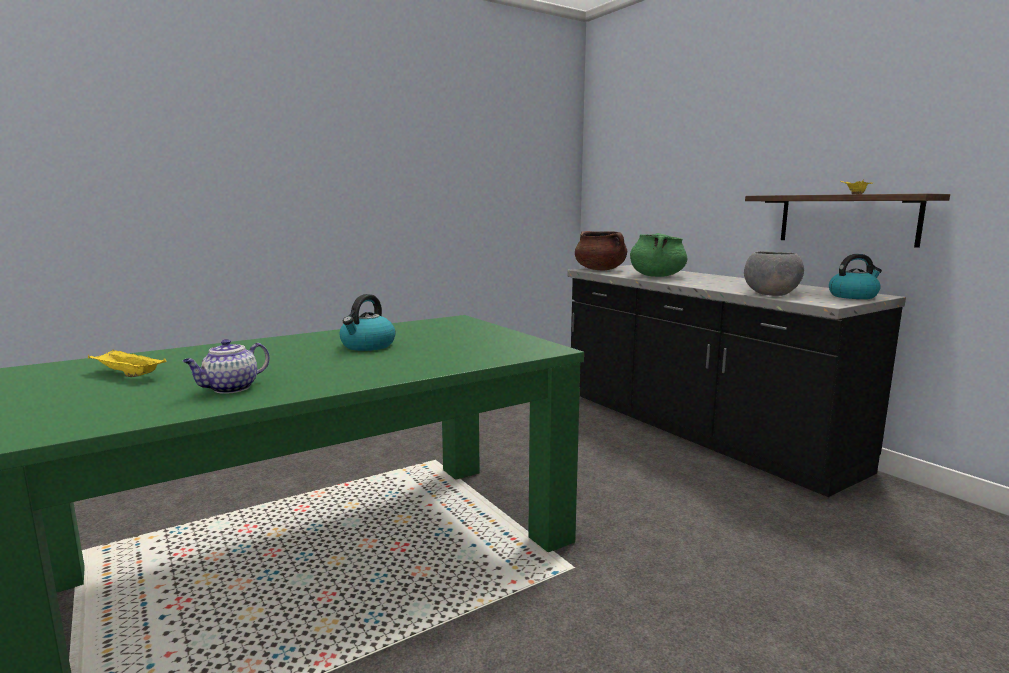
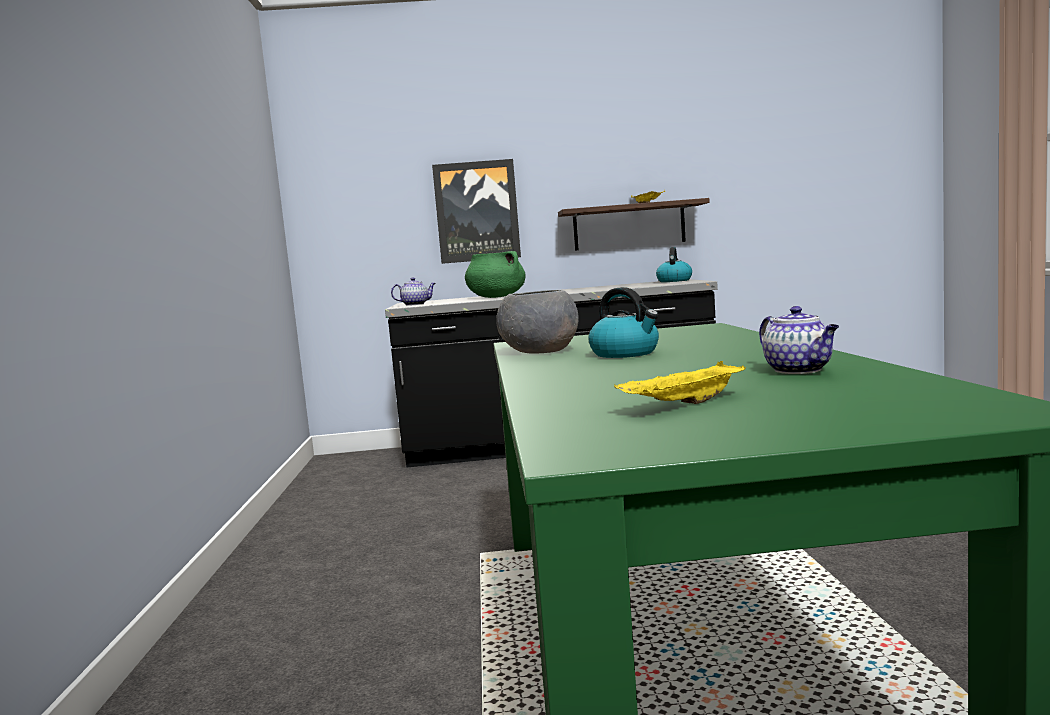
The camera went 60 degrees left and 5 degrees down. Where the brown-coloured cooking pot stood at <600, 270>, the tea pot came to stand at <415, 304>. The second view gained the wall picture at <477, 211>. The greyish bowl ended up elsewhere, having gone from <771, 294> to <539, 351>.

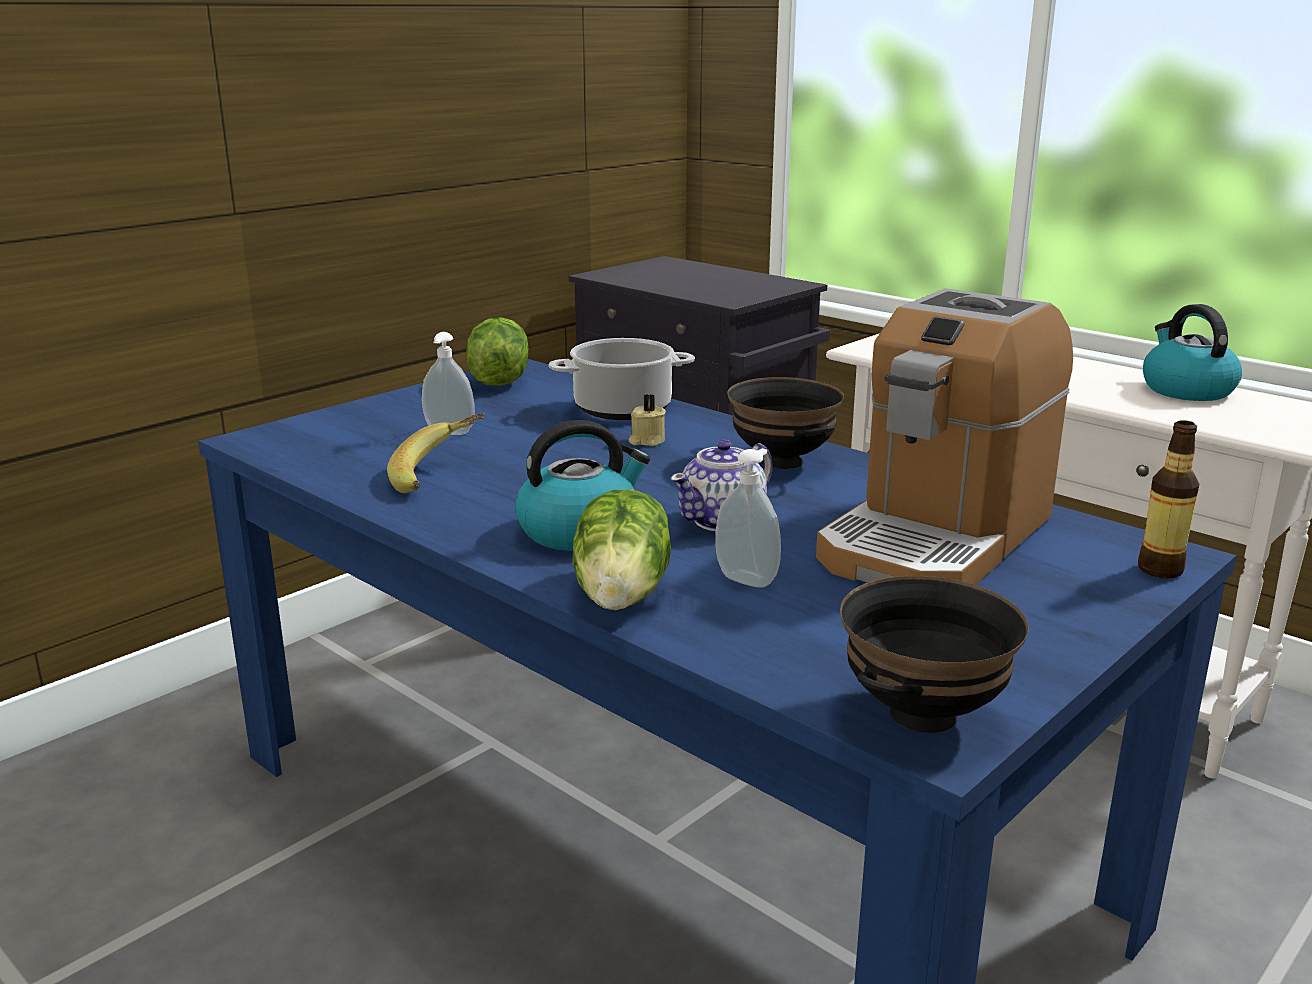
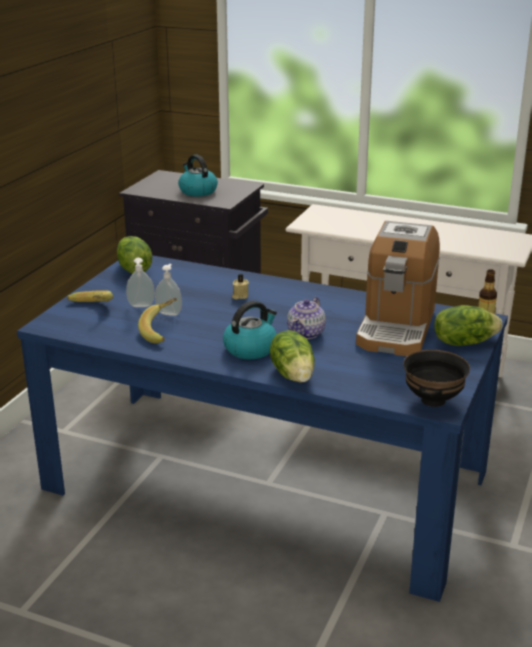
The camera went 20 degrees left and 5 degrees up. The second view gained the banana fruit at <89, 309>. The soap dispenser ended up elsewhere, having gone from <748, 579> to <169, 313>. The water kettle ended up elsewhere, having gone from <1185, 390> to <197, 191>. The second view gained the head of lettuce at <463, 342>. The second view lost the cooking pot at <624, 408>. The second view lost the black-coloured bowl at <781, 461>.

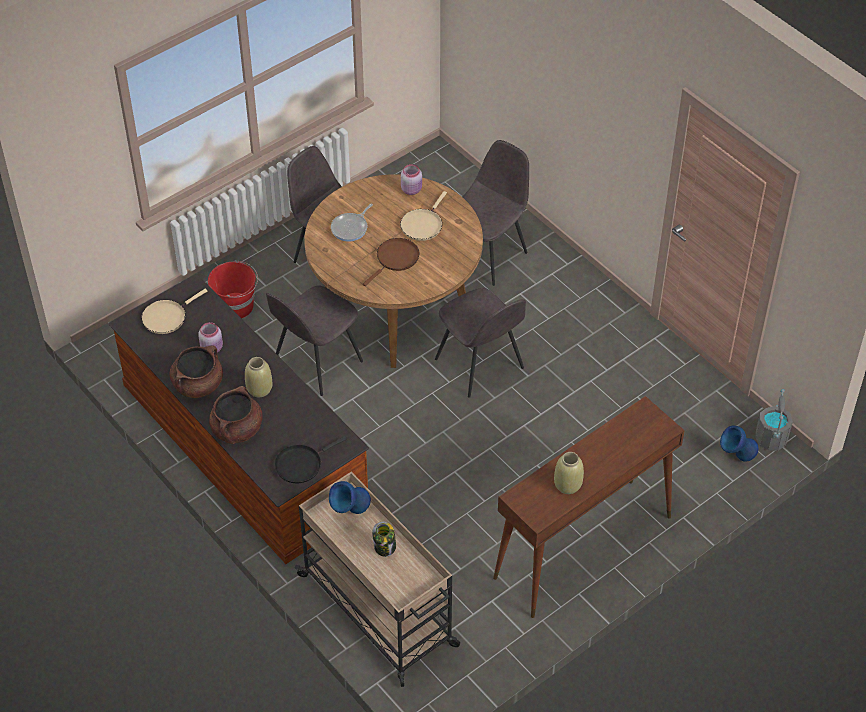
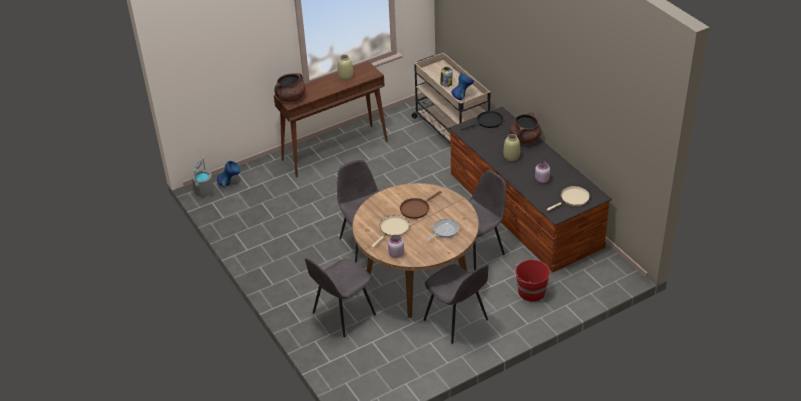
The camera went 170 degrees left and 10 degrees down. The brown-coloured cooking pot ended up elsewhere, having gone from <198, 384> to <290, 98>.

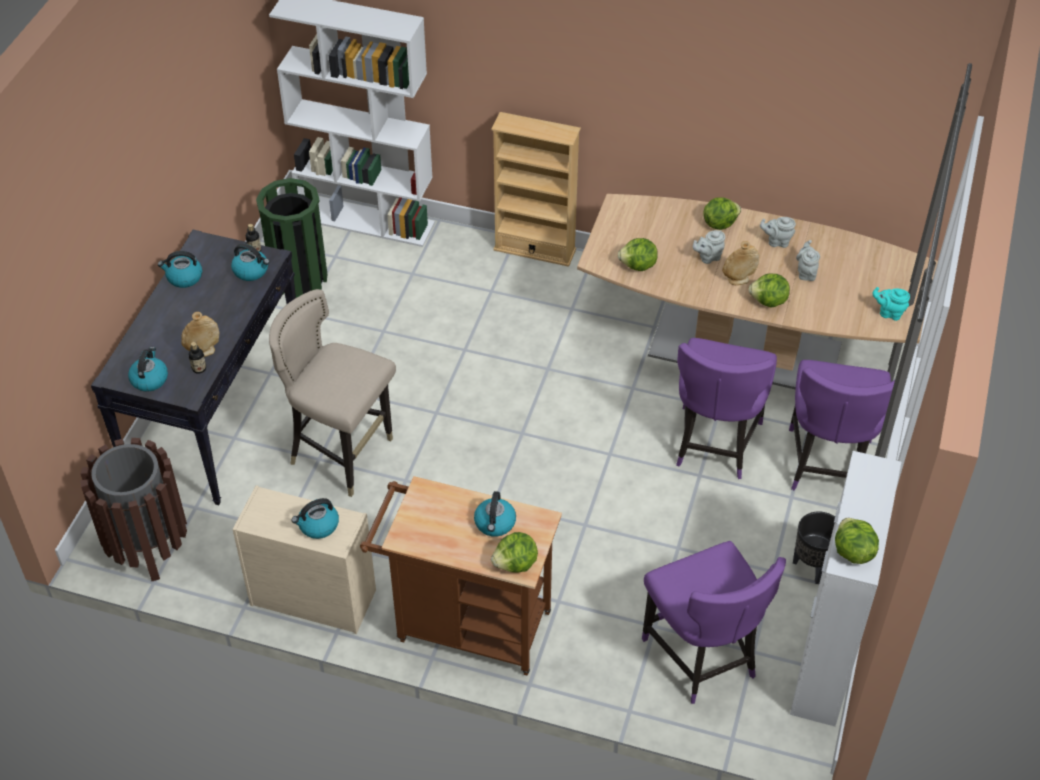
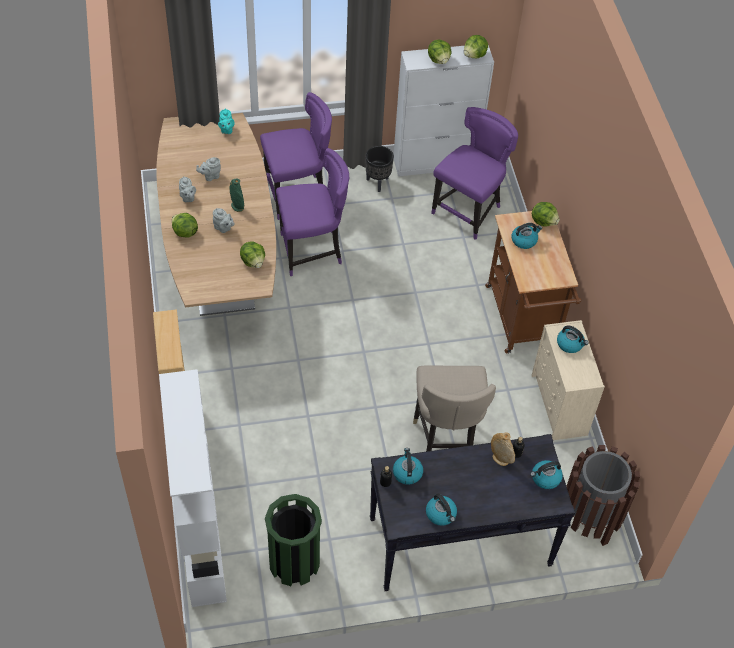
The camera went 120 degrees left and 5 degrees up. What was the beige vase at <738, 280> turned into the greenish vase at <237, 207>. The head of lettuce ended up elsewhere, having gone from <768, 302> to <439, 60>.

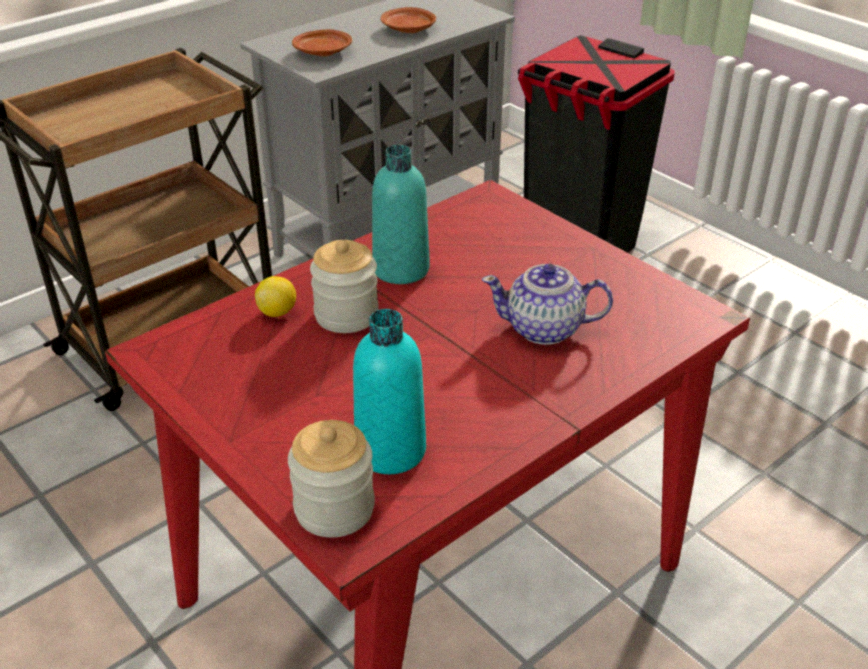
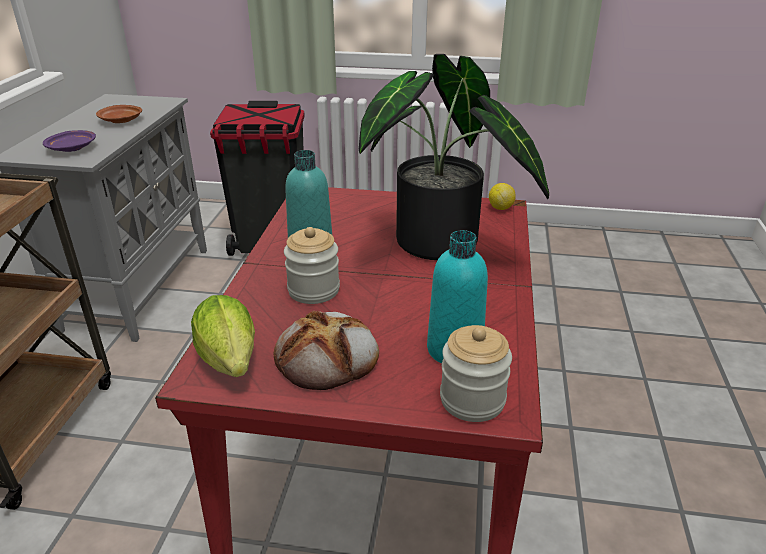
The camera went 40 degrees left and 5 degrees down. What was the brown-coloured flat dish at <324, 52> turned into the purplish flat dish at <72, 148>. The second view gained the head of lettuce at <231, 364>. The second view gained the bakery bread at <328, 357>. Where the tea pot stood at <545, 329>, the houseplant came to stand at <441, 246>. The lemon ended up elsewhere, having gone from <277, 312> to <500, 208>.

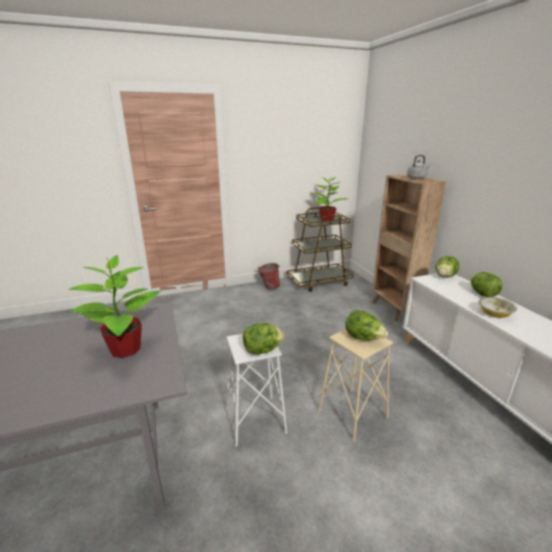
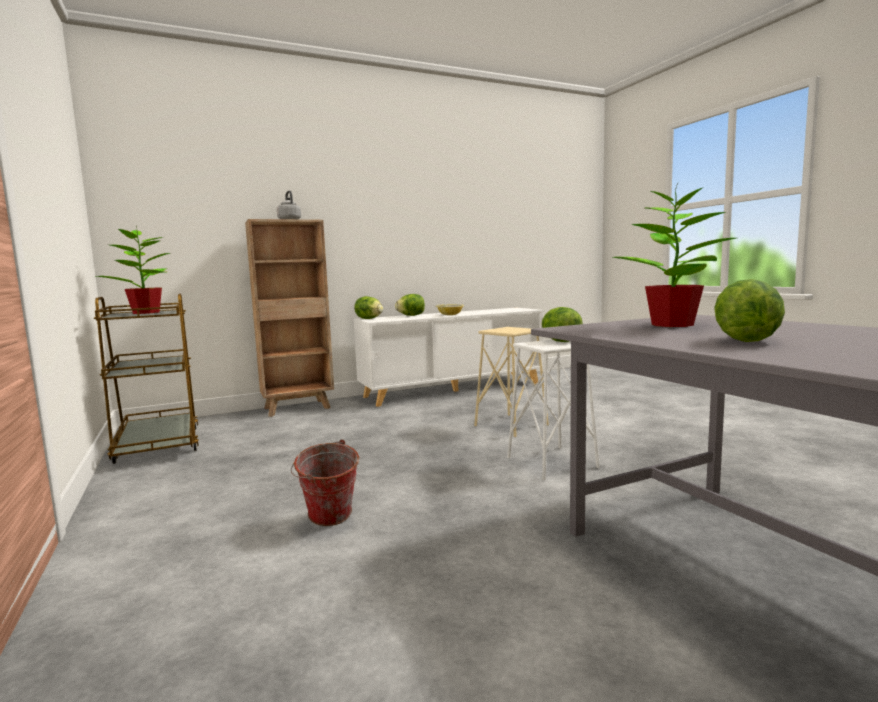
The camera went 95 degrees left and 15 degrees down. The pail ended up elsewhere, having gone from <269, 287> to <329, 521>. The head of lettuce ended up elsewhere, having gone from <363, 338> to <745, 340>.

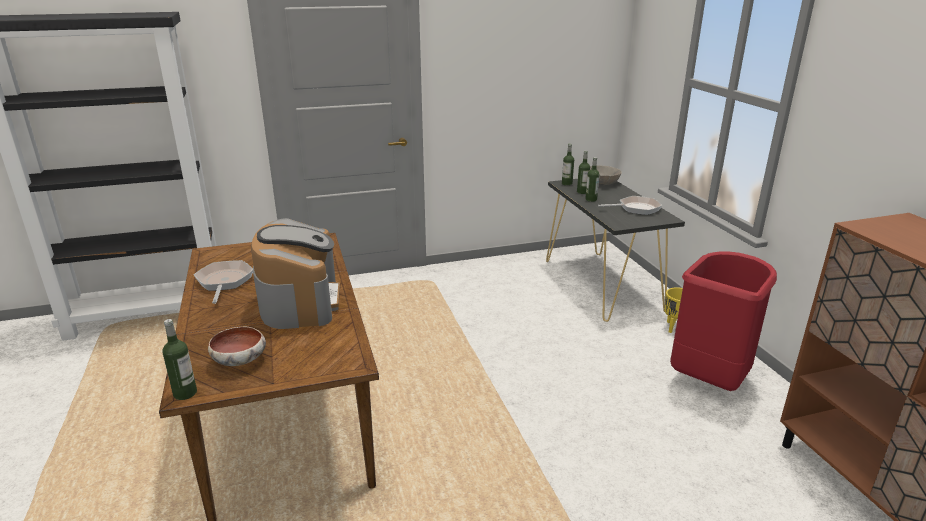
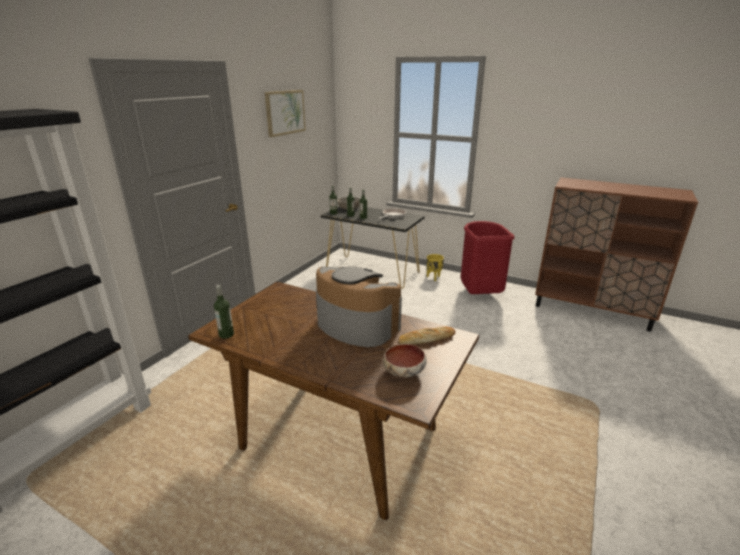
The camera went 45 degrees left and 0 degrees up. The beverage bottle ended up elsewhere, having gone from <185, 393> to <226, 334>. The second view gained the wall picture at <285, 112>. The second view gained the bakery bread at <426, 339>. The second view lost the skillet at <224, 282>.

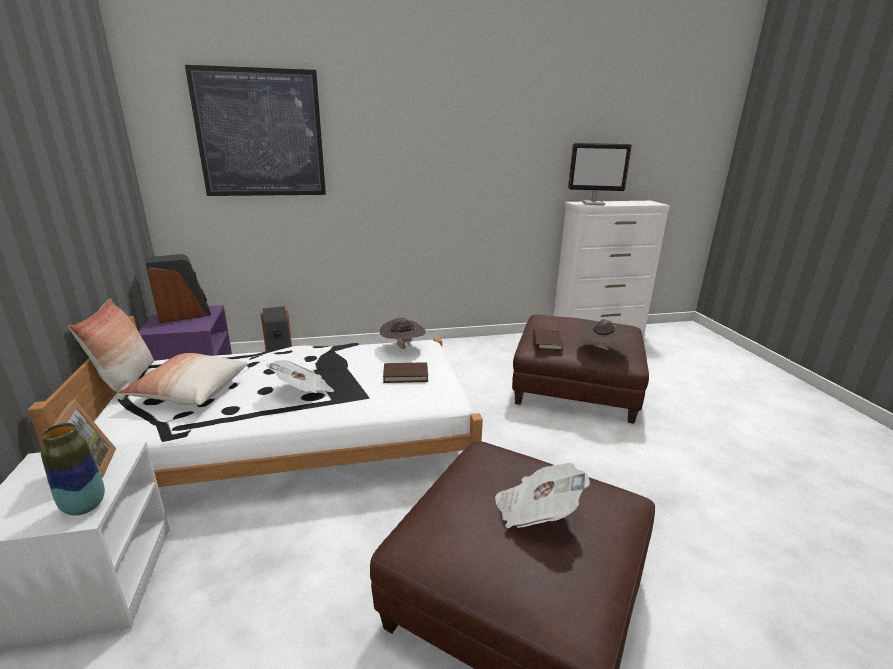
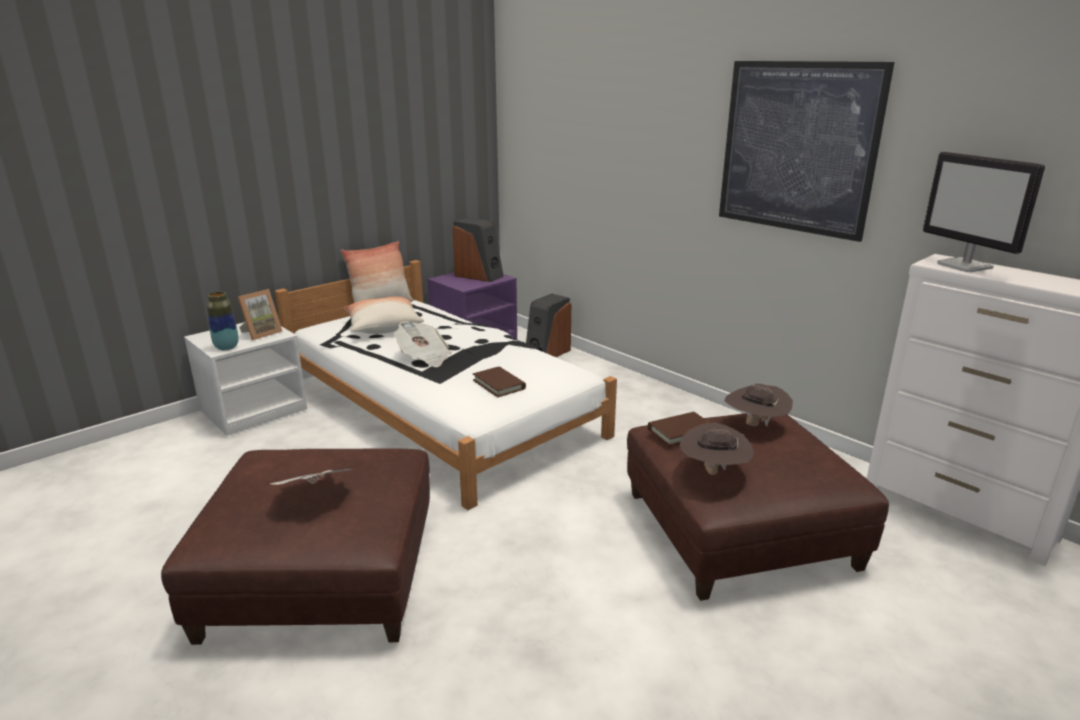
The camera went 60 degrees right and 0 degrees up. The wall picture ended up elsewhere, having gone from <260, 134> to <797, 148>. The brown-coloured clothing hat ended up elsewhere, having gone from <402, 348> to <754, 425>.

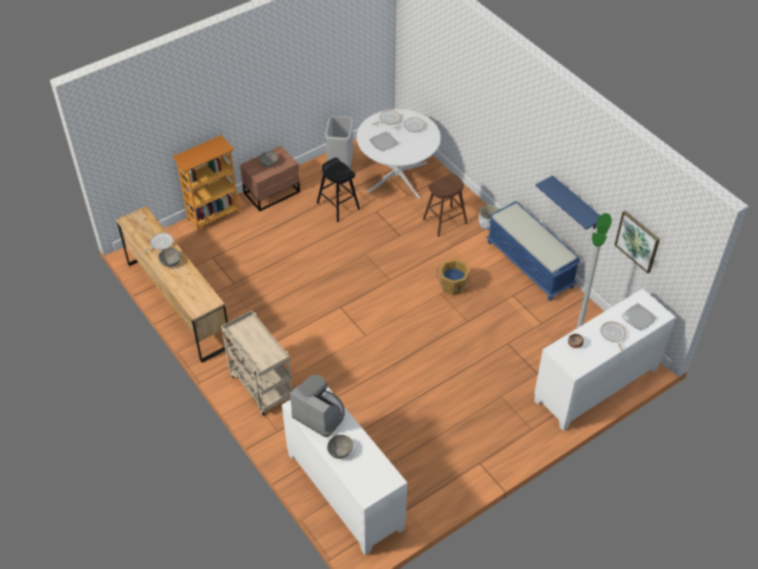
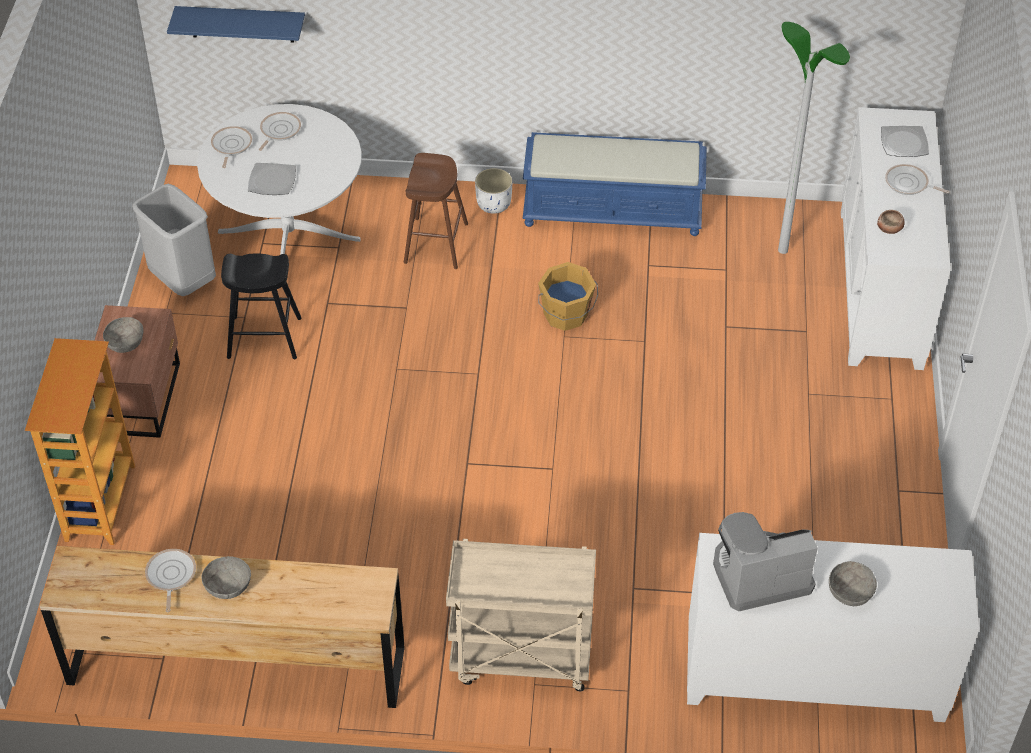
The camera went 50 degrees left and 0 degrees up. The blue-coloured shelf ended up elsewhere, having gone from <576, 204> to <241, 24>. The second view lost the wall picture at <637, 241>.

